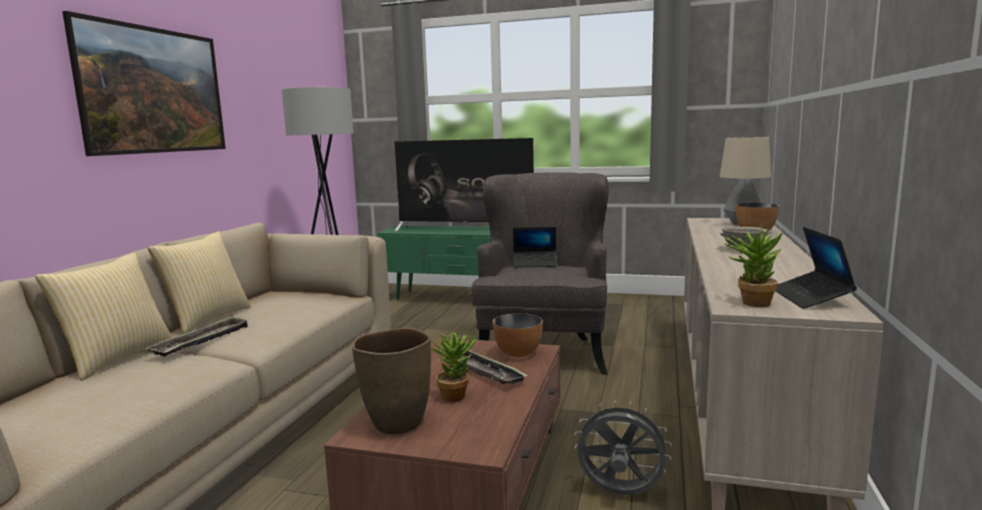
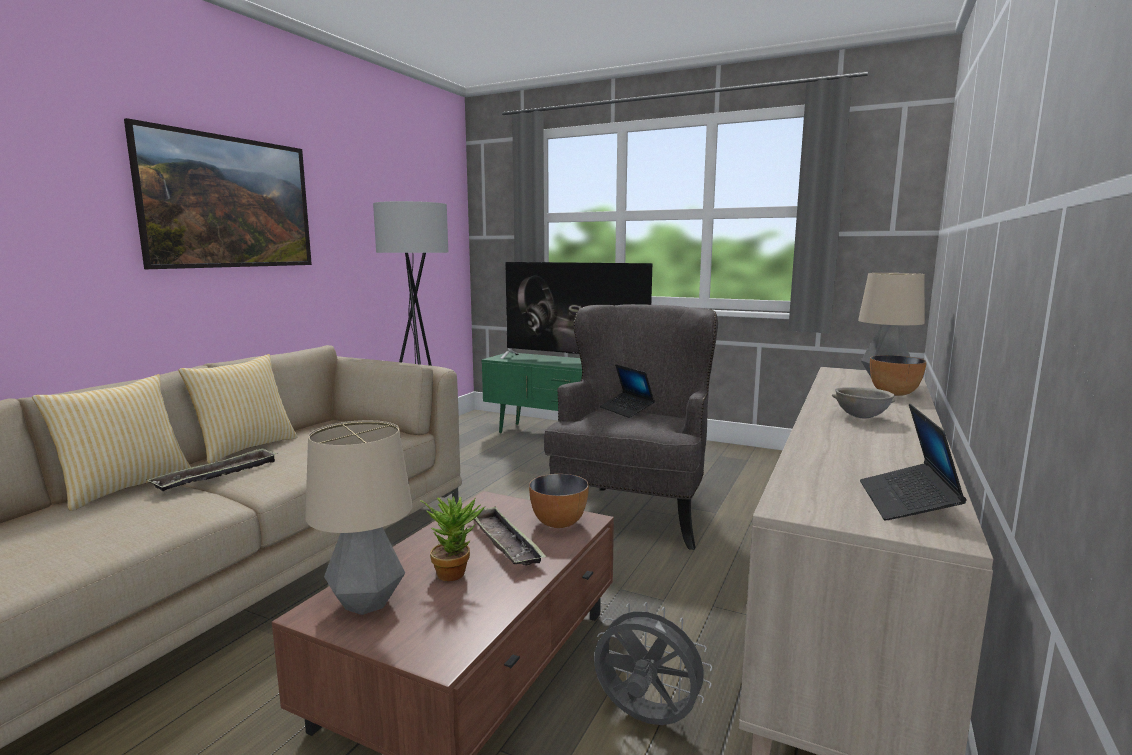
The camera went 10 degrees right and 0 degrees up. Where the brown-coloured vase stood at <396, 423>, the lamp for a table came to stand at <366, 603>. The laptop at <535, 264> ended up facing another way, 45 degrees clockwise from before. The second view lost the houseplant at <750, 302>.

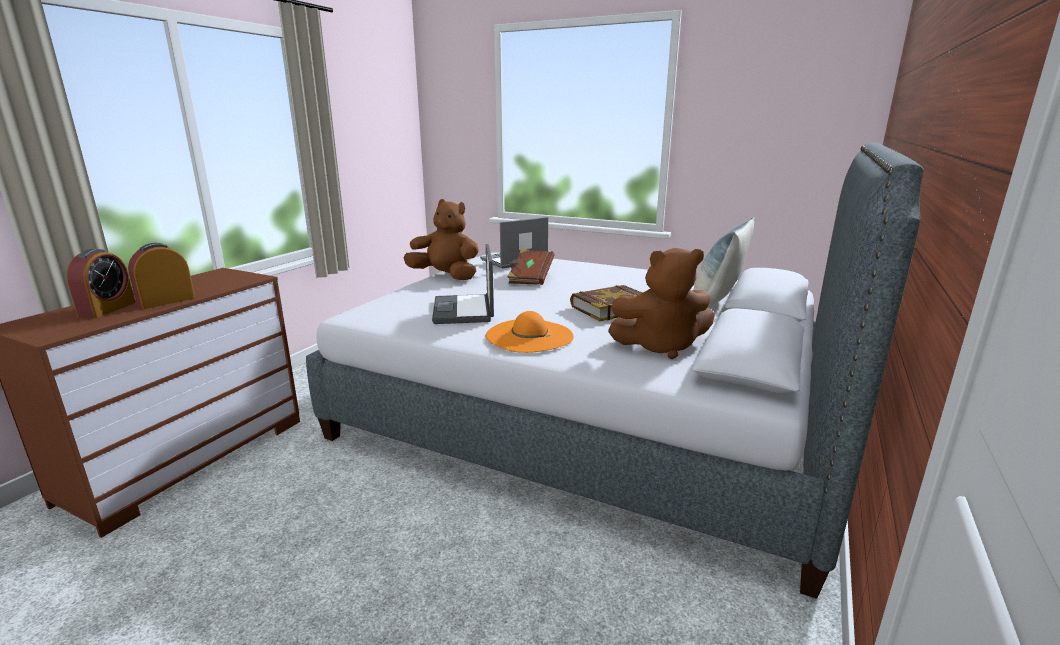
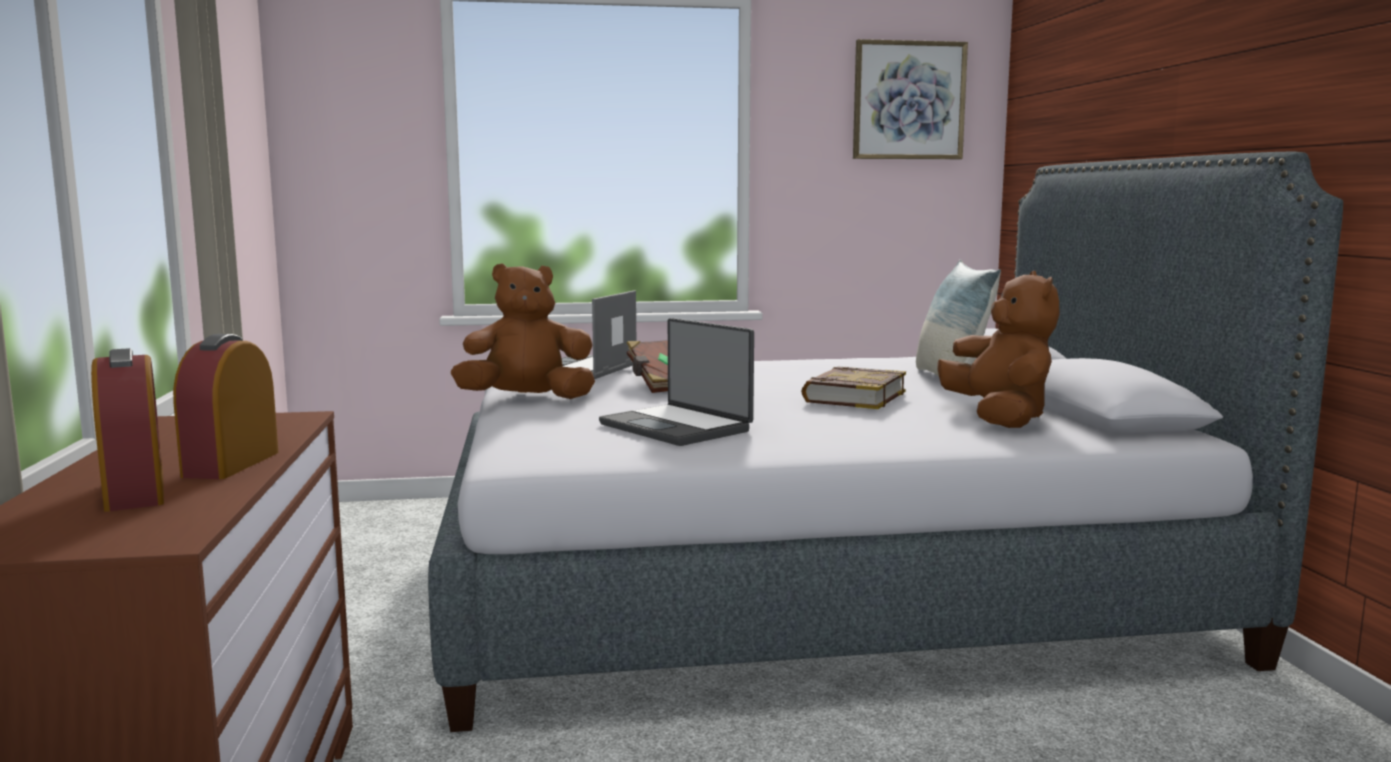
The camera went 35 degrees left and 10 degrees down. The second view gained the wall picture at <908, 100>. The brown-coloured soft toy at <661, 346> ended up facing another way, 60 degrees counterclockwise from before. The second view lost the orangey clothing hat at <529, 336>.

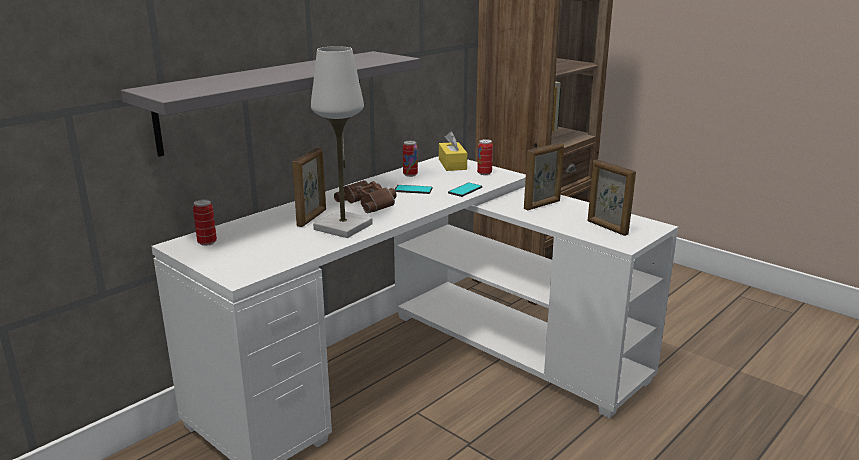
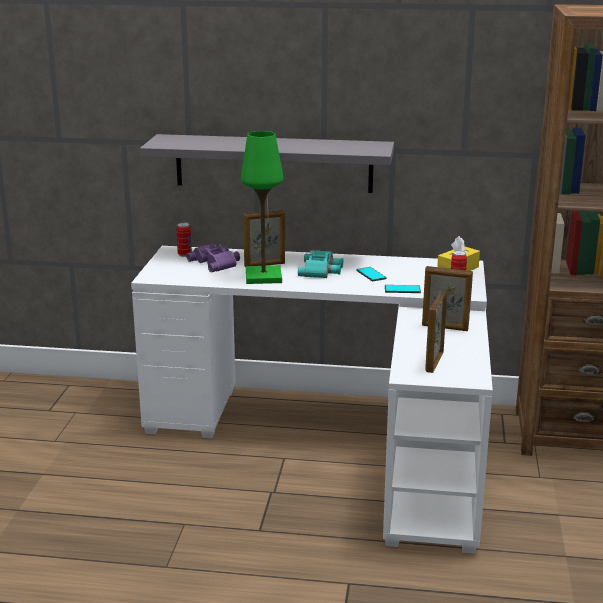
The camera went 55 degrees right and 0 degrees up. The second view gained the purplish pair of binoculars at <216, 262>. What was the white-coloured lamp for a table at <343, 227> turned into the greenish lamp for a table at <263, 277>. What was the brown-coloured pair of binoculars at <369, 202> turned into the turquoise pair of binoculars at <321, 270>. The second view lost the metal can at <410, 175>.

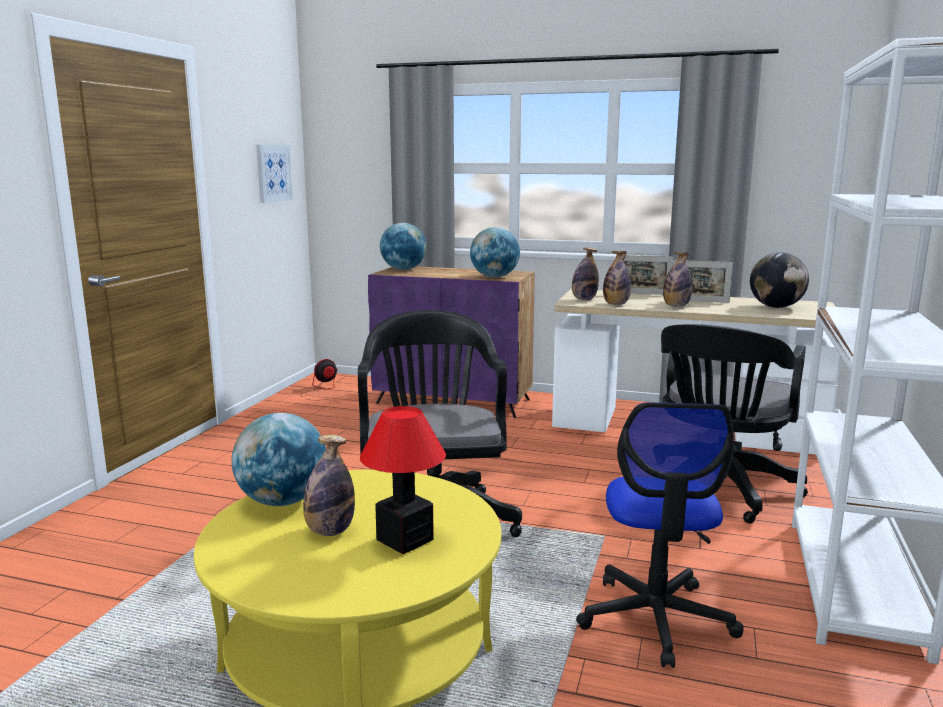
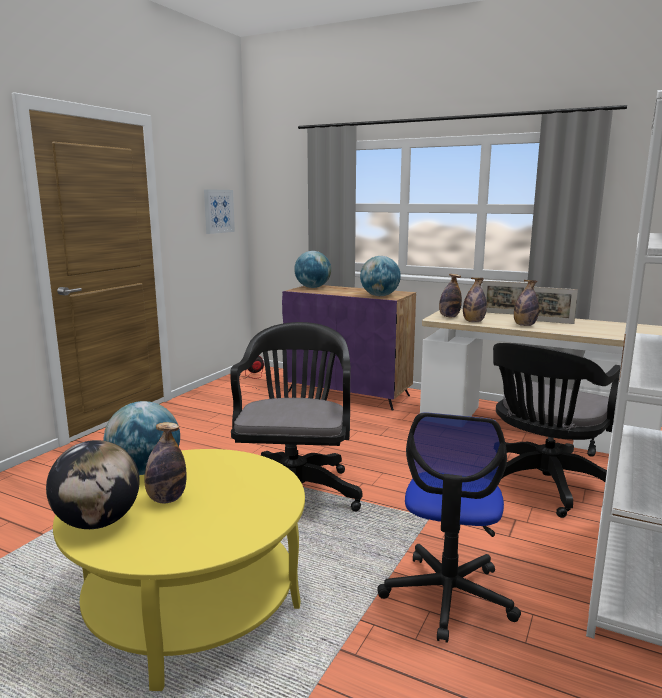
The camera went 10 degrees right and 0 degrees up. The world globe ended up elsewhere, having gone from <776, 307> to <98, 522>. The second view lost the lamp for a table at <404, 540>.

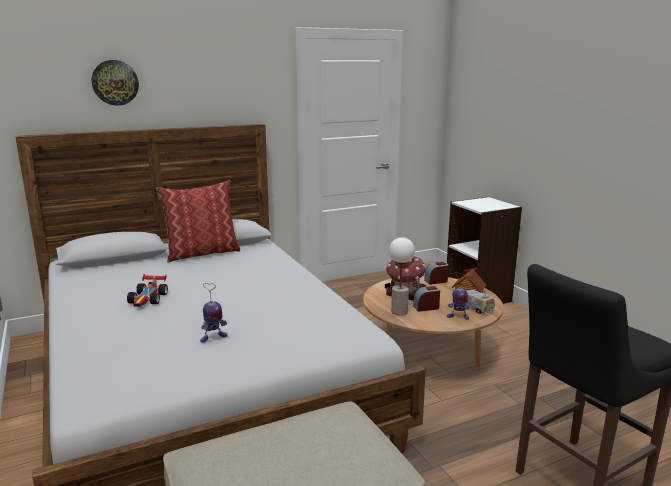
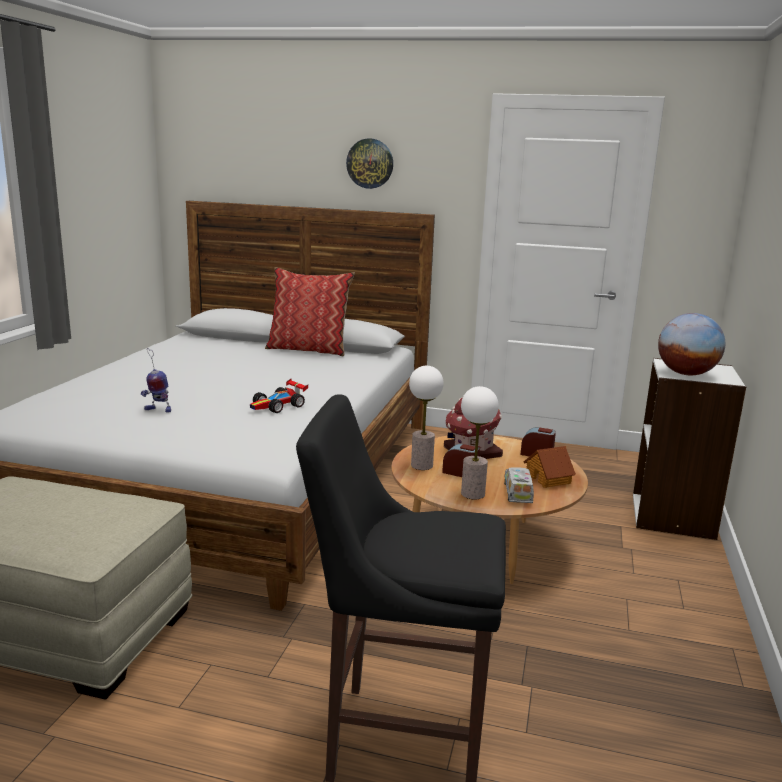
The camera went 40 degrees right and 0 degrees up. The model car ended up elsewhere, having gone from <149, 299> to <278, 406>. The clock on the wall ended up elsewhere, having gone from <115, 82> to <370, 163>. Where the toy robot stood at <457, 317>, the lamp for a table came to stand at <473, 494>. The second view gained the world globe at <686, 374>.

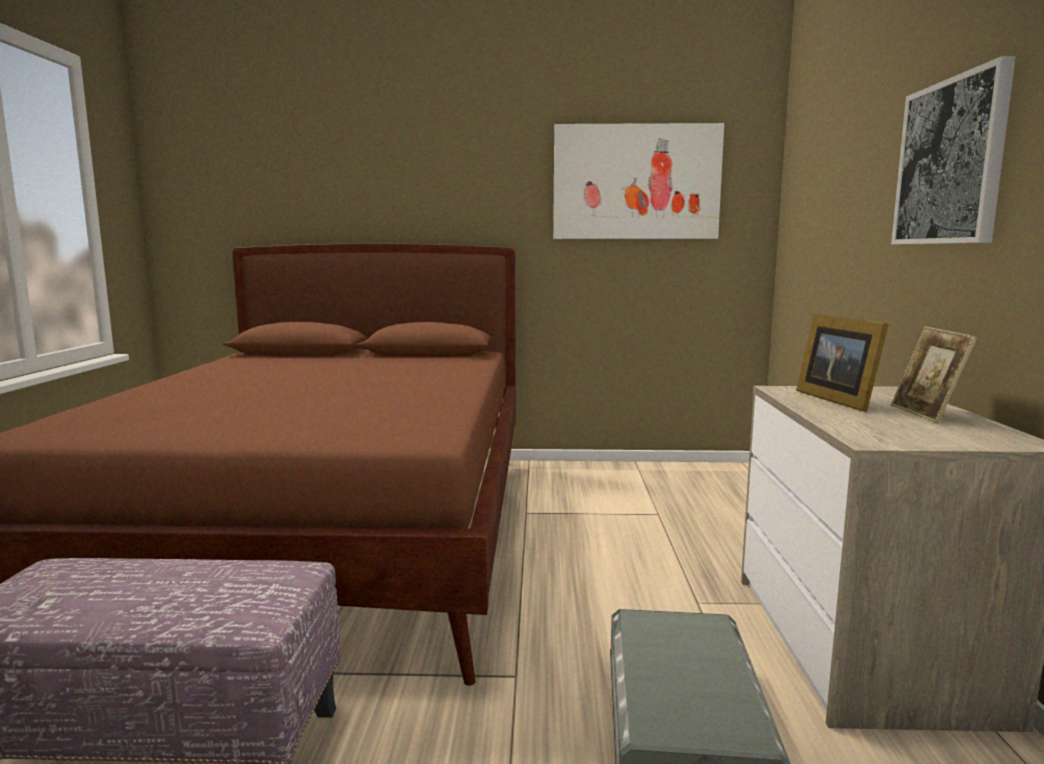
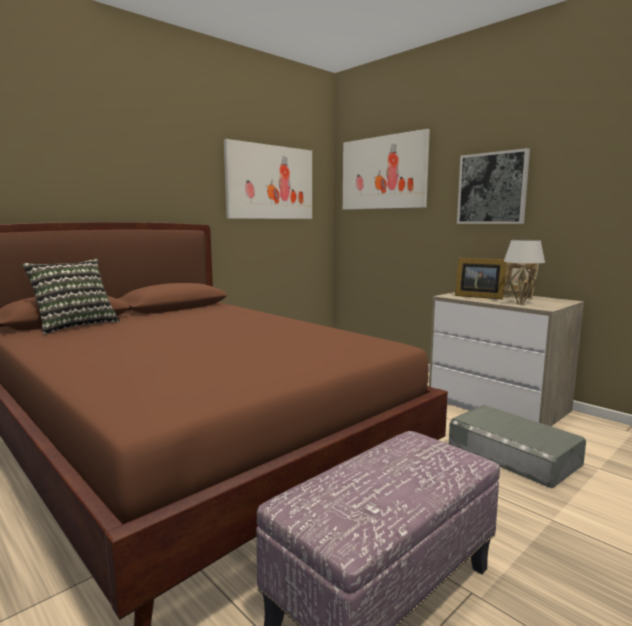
The camera went 45 degrees left and 0 degrees up. The second view gained the pillow at <75, 325>. The second view gained the wall picture at <383, 173>. The second view gained the white-coloured lamp for a table at <520, 304>.

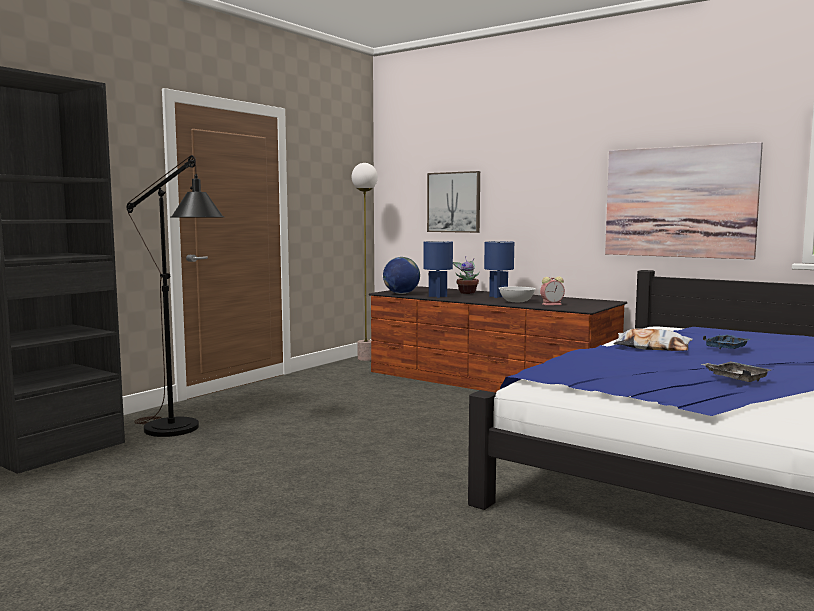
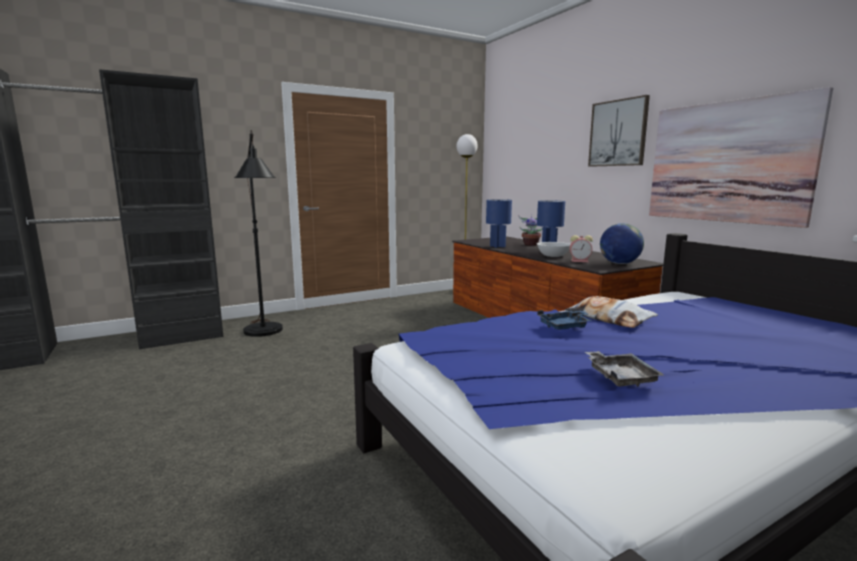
The camera went 25 degrees right and 5 degrees up. The blue-coloured tray ended up elsewhere, having gone from <727, 347> to <565, 326>. The wall picture ended up elsewhere, having gone from <454, 202> to <618, 133>. The world globe ended up elsewhere, having gone from <401, 293> to <619, 263>.

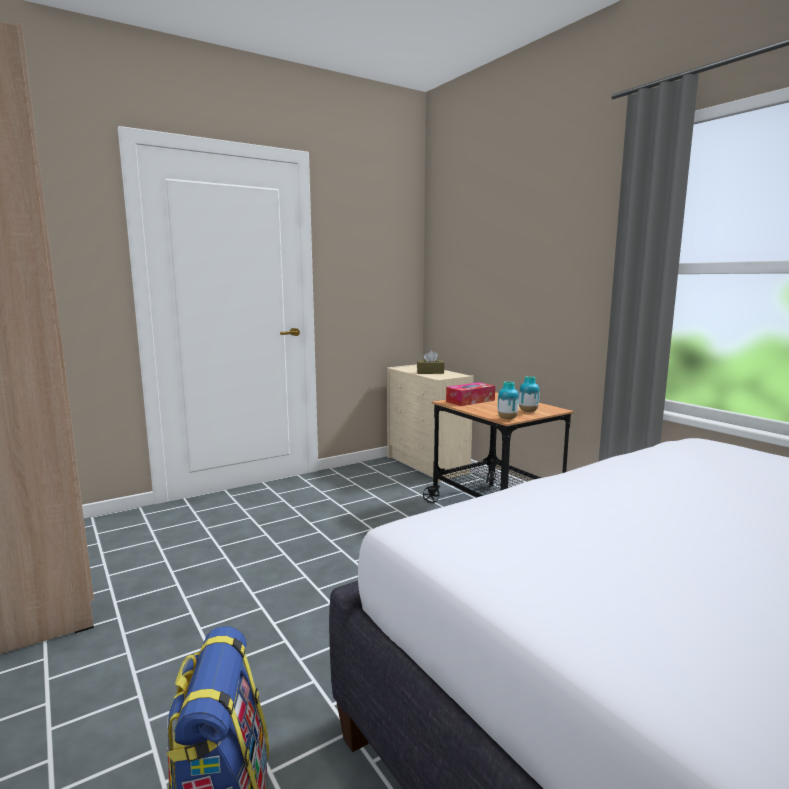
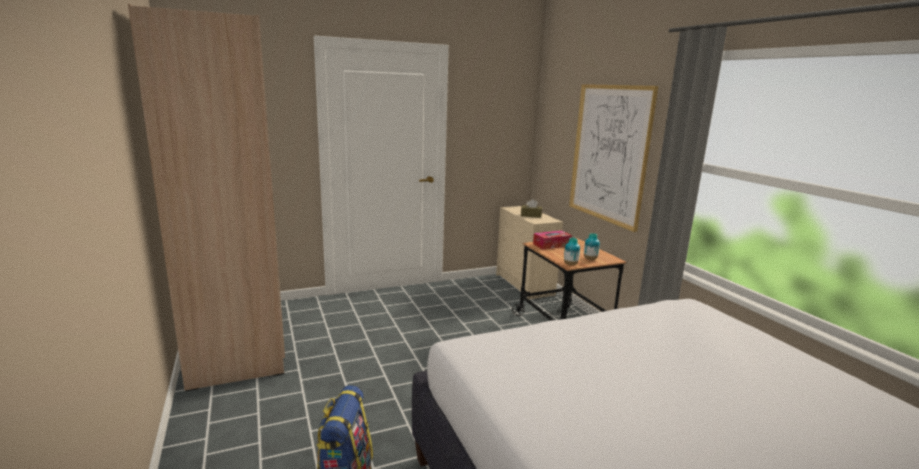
The camera went 10 degrees right and 5 degrees up. The second view gained the wall picture at <609, 154>.

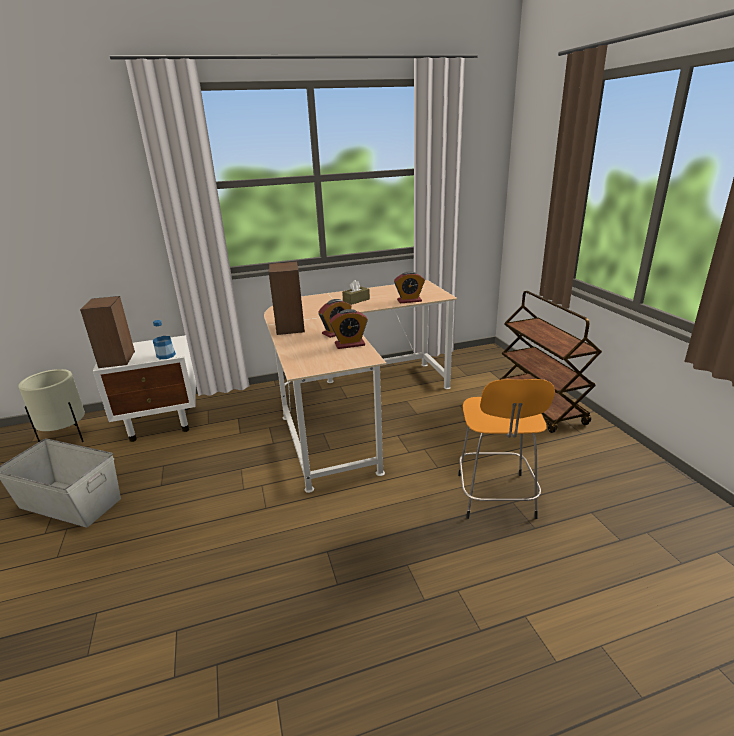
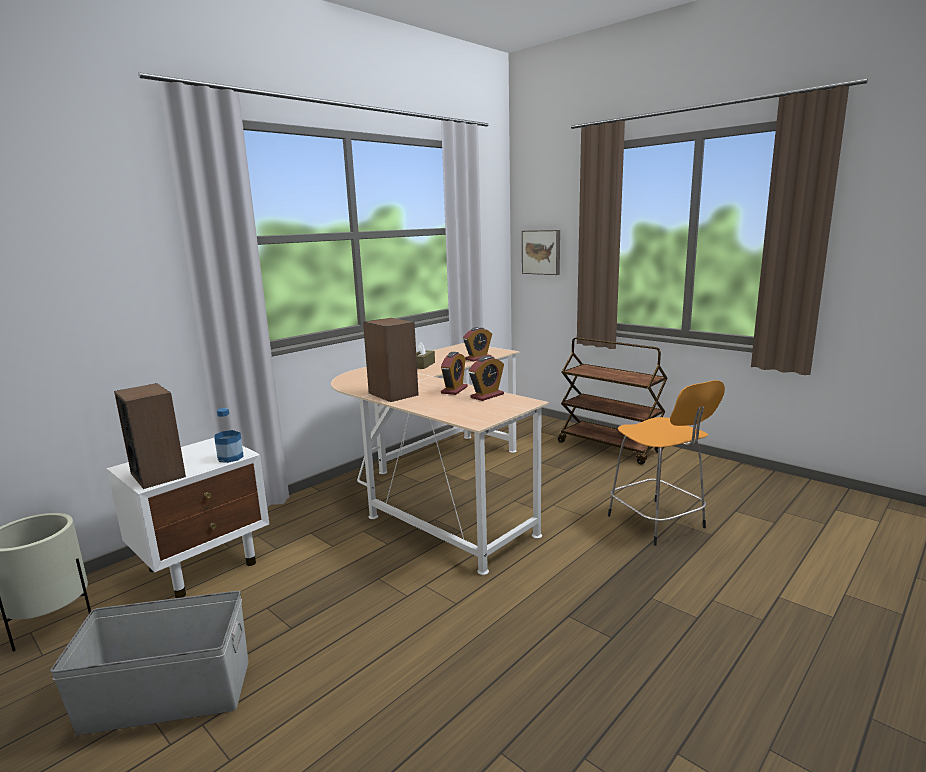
The camera went 30 degrees left and 10 degrees down. The second view gained the wall picture at <542, 252>.

